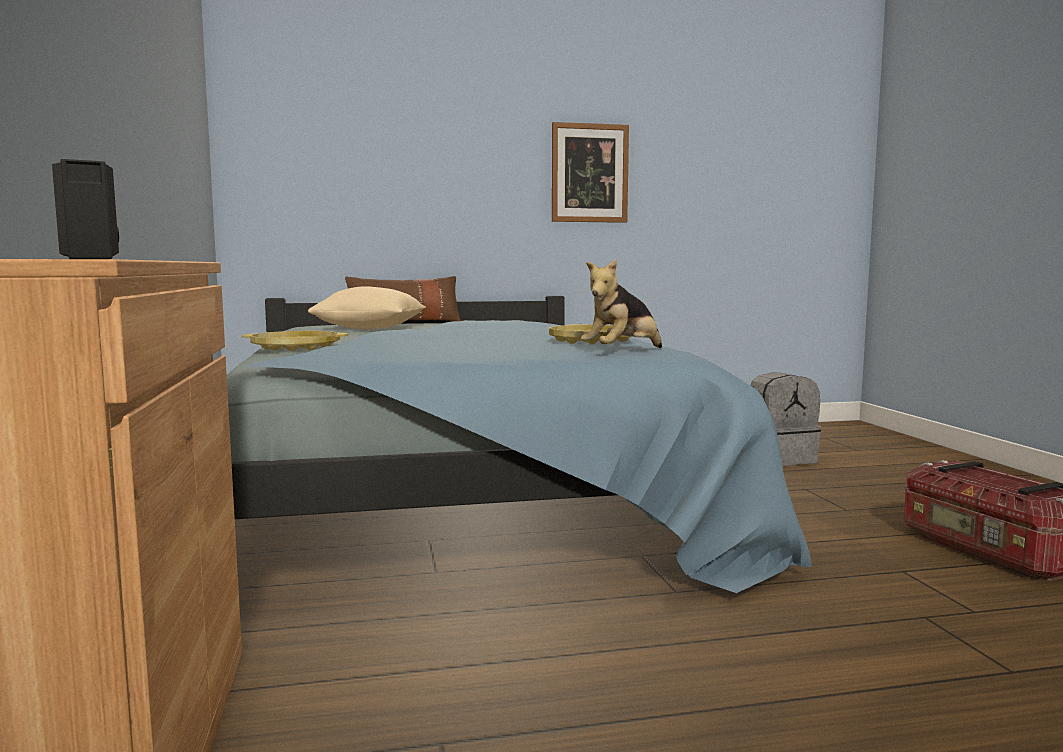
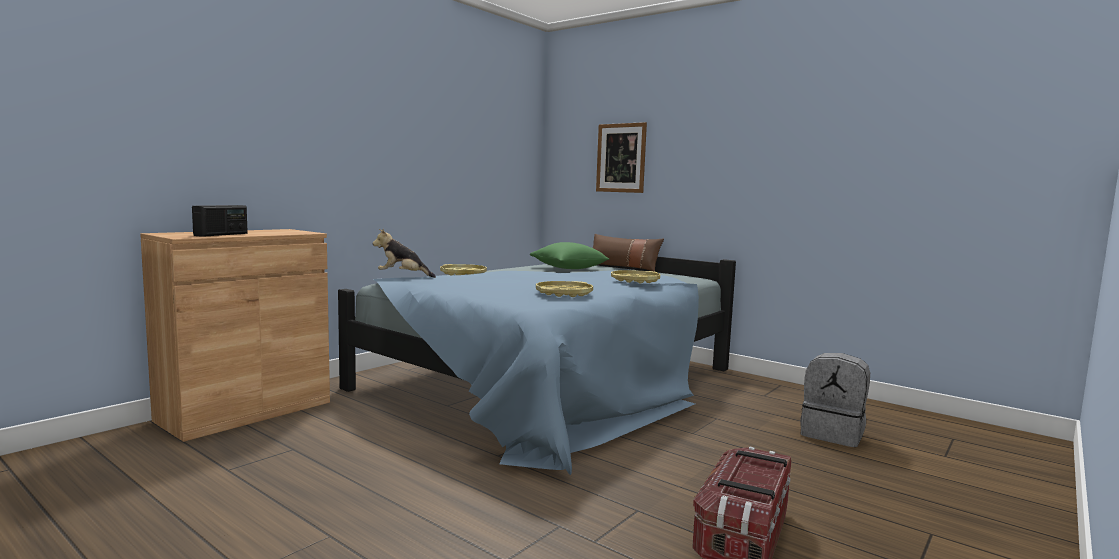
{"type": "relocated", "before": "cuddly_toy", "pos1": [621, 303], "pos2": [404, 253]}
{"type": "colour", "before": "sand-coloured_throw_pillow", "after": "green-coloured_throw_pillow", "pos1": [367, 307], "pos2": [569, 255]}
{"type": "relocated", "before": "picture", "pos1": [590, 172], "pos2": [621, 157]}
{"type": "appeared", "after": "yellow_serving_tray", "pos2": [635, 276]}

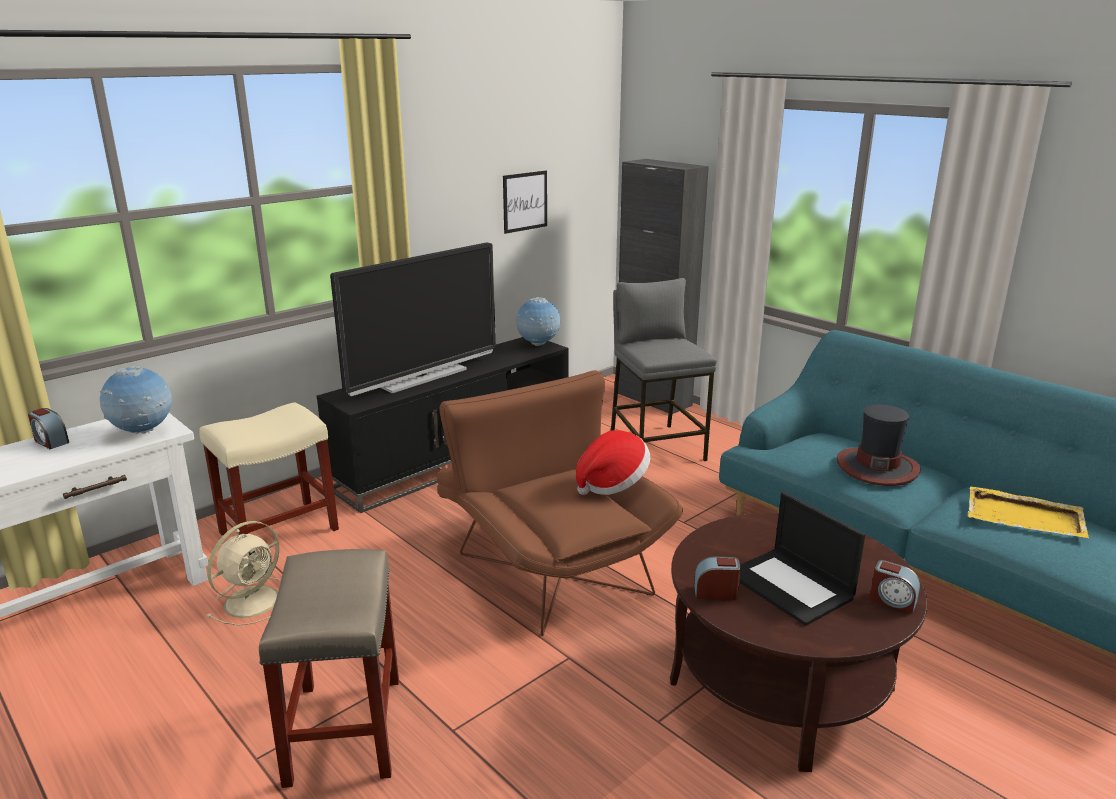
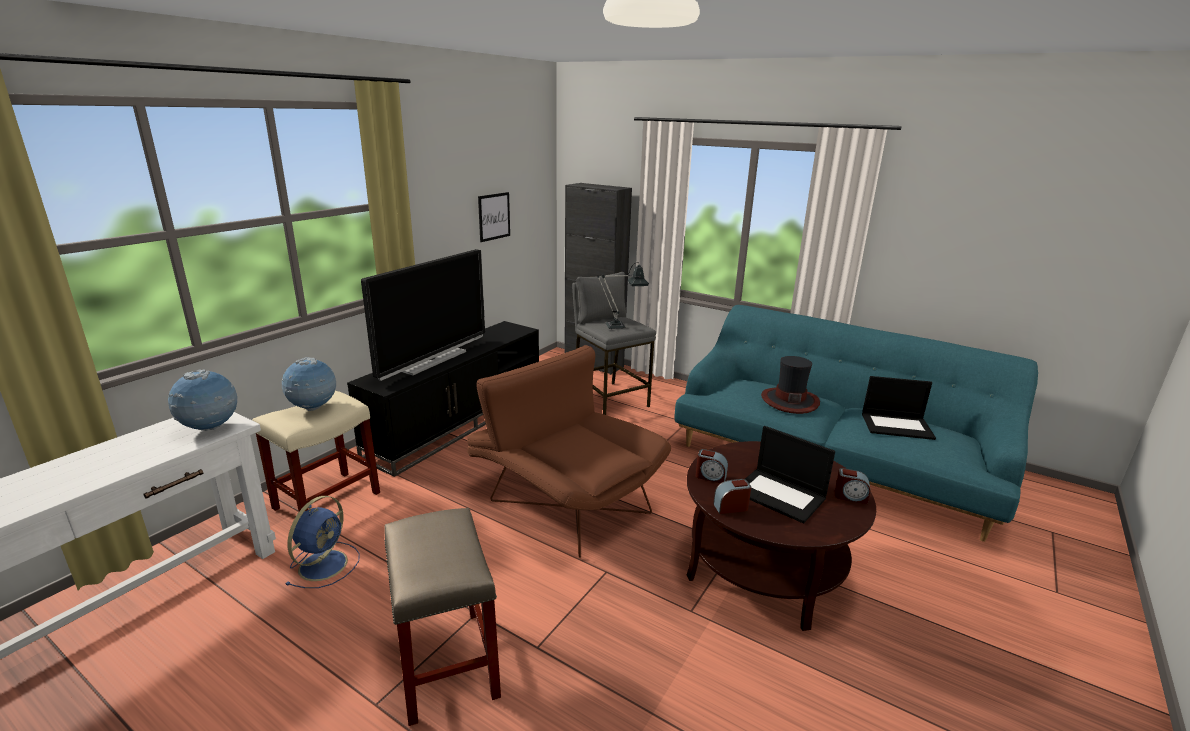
{"type": "relocated", "before": "world_globe", "pos1": [538, 321], "pos2": [309, 384]}
{"type": "colour", "before": "sand-coloured_fan", "after": "blue_fan", "pos1": [244, 573], "pos2": [322, 542]}
{"type": "appeared", "after": "table_lamp", "pos2": [623, 295]}
{"type": "relocated", "before": "alarm_clock", "pos1": [48, 428], "pos2": [712, 466]}
{"type": "exchanged", "before": "yellow_serving_tray", "after": "portable_computer", "pos1": [1028, 512], "pos2": [899, 408]}
{"type": "missing", "before": "hat", "pos1": [613, 462]}

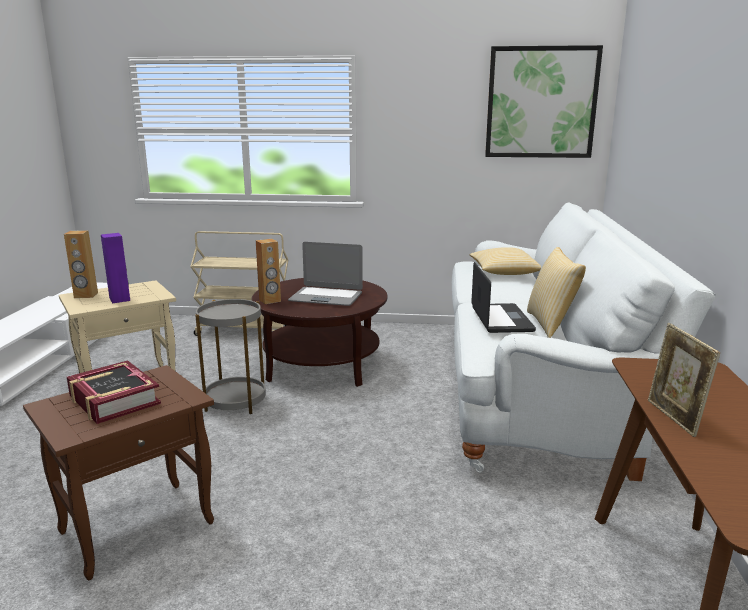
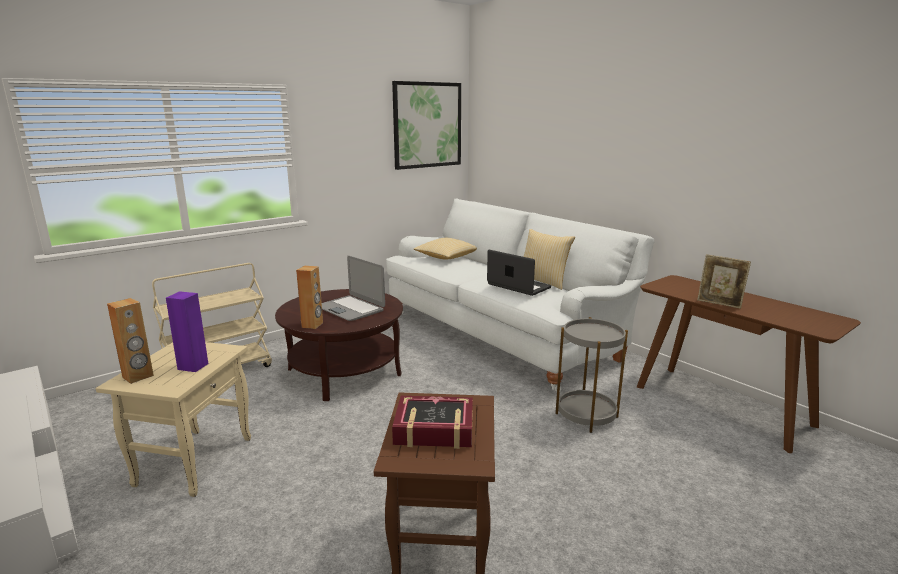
{"type": "spun", "before": "portable_computer", "pos1": [325, 274], "pos2": [353, 288], "turn": 75}
{"type": "relocated", "before": "gray_accent_table", "pos1": [230, 356], "pos2": [591, 375]}

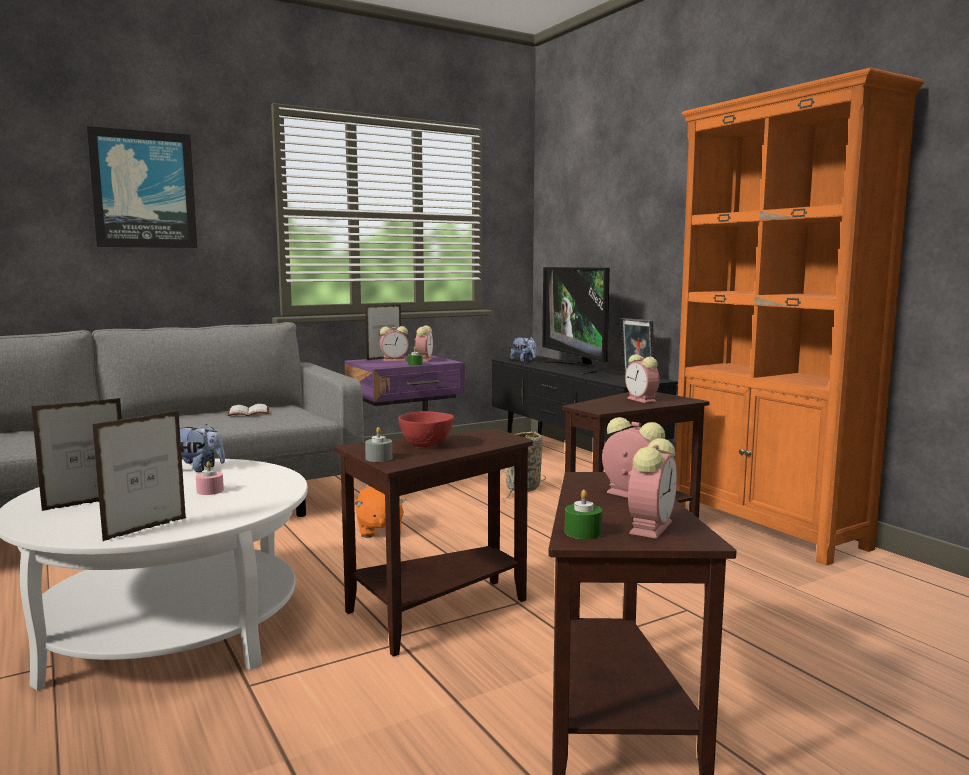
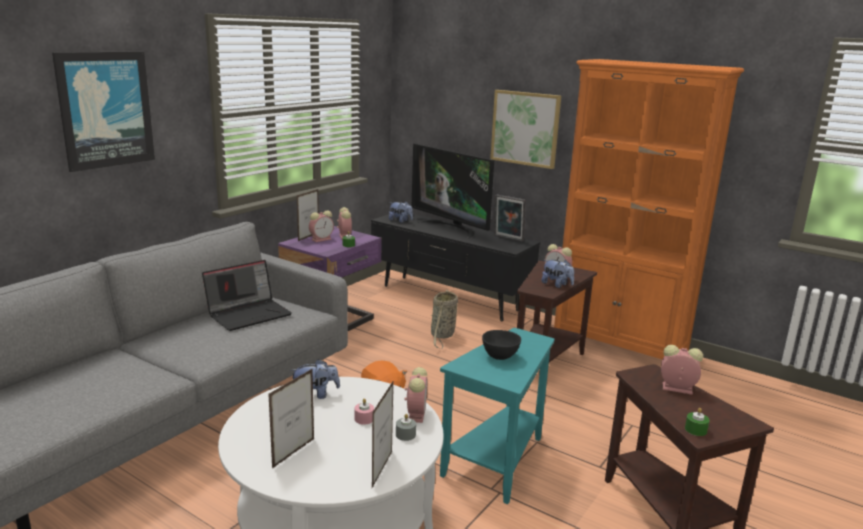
{"type": "exchanged", "before": "whitish_volume", "after": "portable_computer", "pos1": [248, 410], "pos2": [247, 295]}
{"type": "relocated", "before": "gray_candle", "pos1": [378, 444], "pos2": [406, 427]}
{"type": "relocated", "before": "alarm_clock", "pos1": [652, 488], "pos2": [415, 395]}
{"type": "colour", "before": "brown-coloured_accent_table", "after": "turquoise_accent_table", "pos1": [433, 543], "pos2": [497, 416]}
{"type": "colour", "before": "red_deep_dish", "after": "black_deep_dish", "pos1": [426, 429], "pos2": [501, 345]}
{"type": "appeared", "after": "picture", "pos2": [525, 129]}
{"type": "appeared", "after": "cuddly_toy", "pos2": [558, 274]}

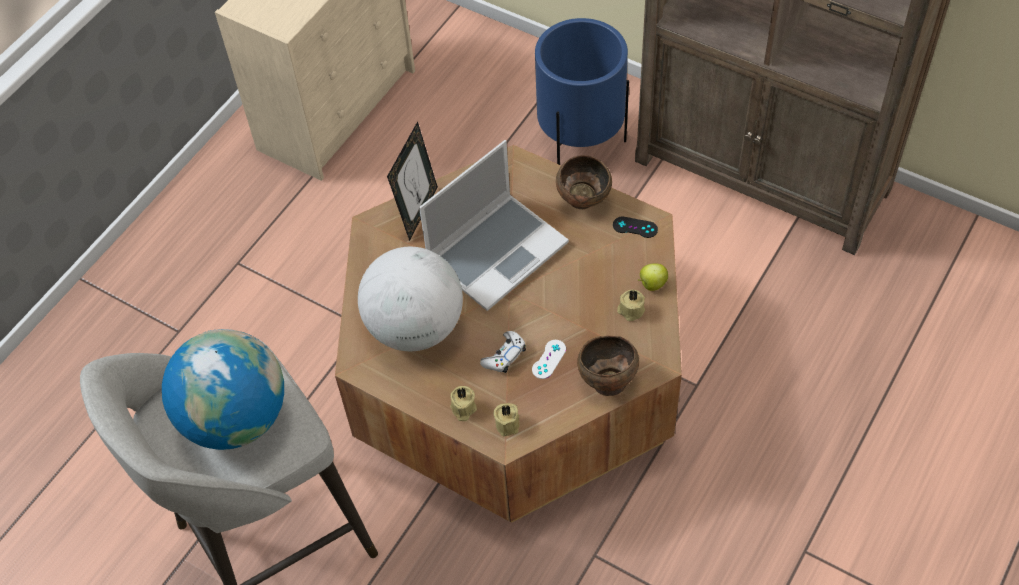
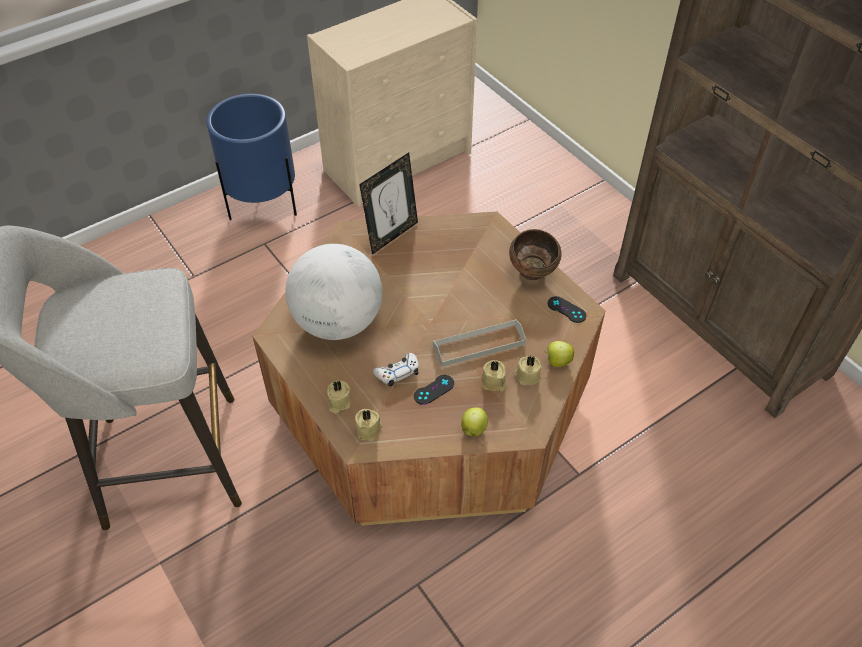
{"type": "relocated", "before": "blue_plant_pot", "pos1": [582, 91], "pos2": [251, 157]}
{"type": "colour", "before": "whitish_joypad", "after": "black_joypad", "pos1": [549, 359], "pos2": [434, 390]}
{"type": "appeared", "after": "gray_serving_tray", "pos2": [479, 343]}
{"type": "exchanged", "before": "brown-coloured_deep_dish", "after": "whole_apple", "pos1": [608, 366], "pos2": [474, 421]}
{"type": "appeared", "after": "sand-coloured_candle", "pos2": [494, 375]}
{"type": "missing", "before": "world_globe", "pos1": [223, 389]}
{"type": "missing", "before": "portable_computer", "pos1": [494, 225]}

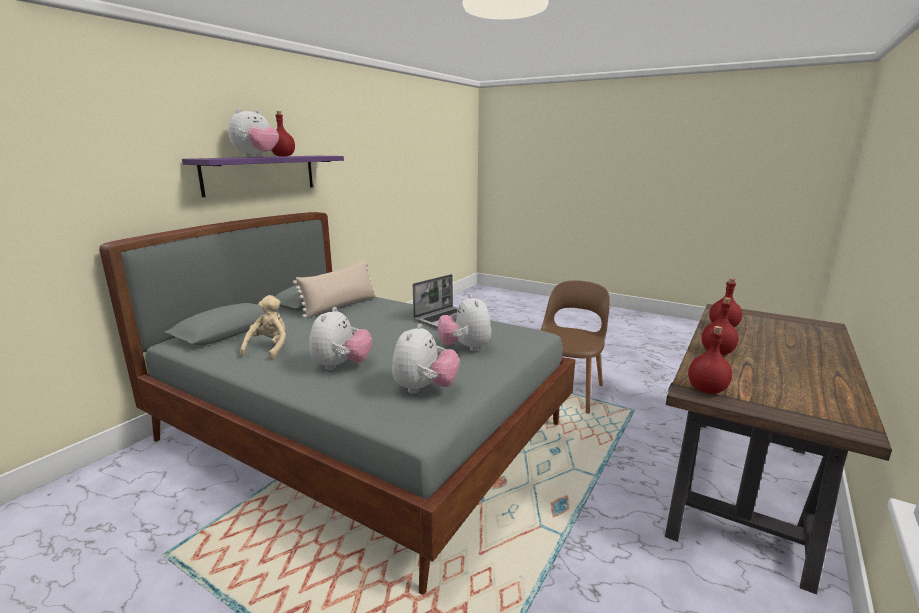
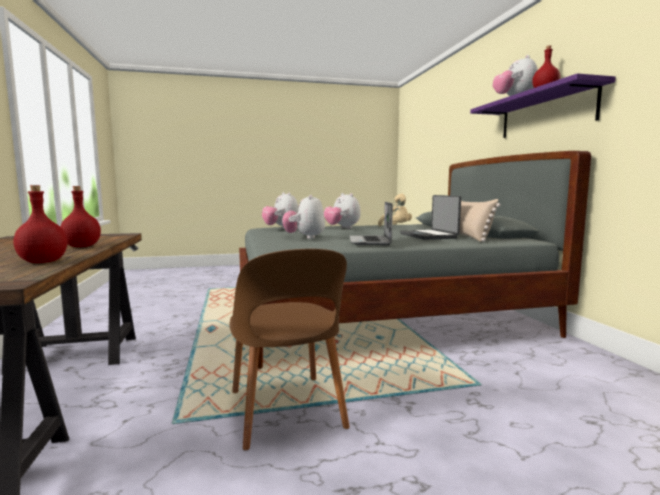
{"type": "spun", "before": "cuddly_toy", "pos1": [464, 323], "pos2": [303, 217], "turn": -120}
{"type": "appeared", "after": "portable_computer", "pos2": [430, 217]}
{"type": "missing", "before": "red_beverage_bottle", "pos1": [710, 360]}

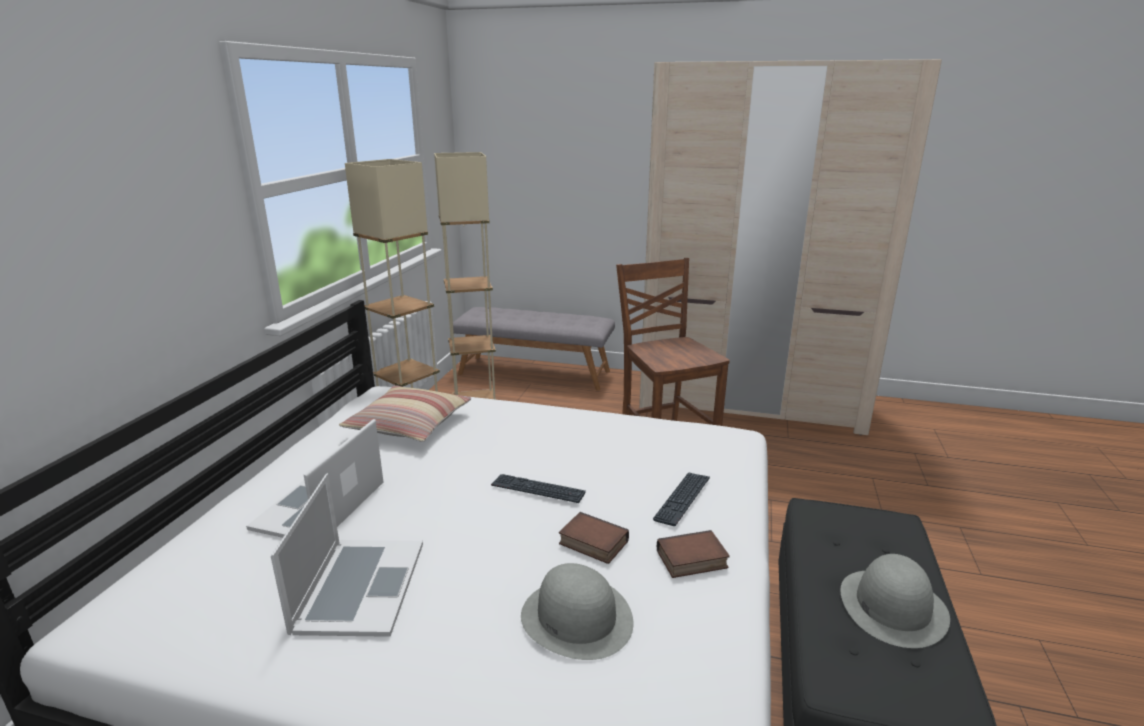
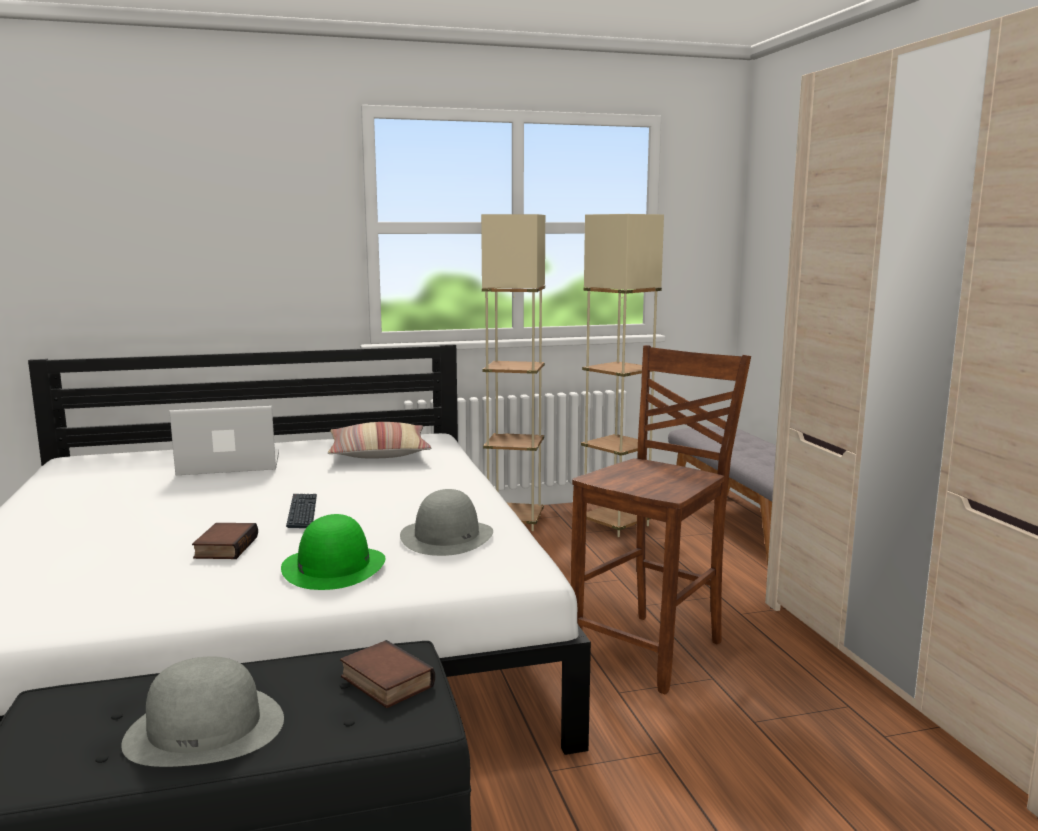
{"type": "exchanged", "before": "keyboard", "after": "green-coloured_hat", "pos1": [681, 499], "pos2": [333, 552]}
{"type": "relocated", "before": "volume", "pos1": [693, 554], "pos2": [387, 674]}
{"type": "relocated", "before": "gray_hat", "pos1": [577, 611], "pos2": [446, 522]}
{"type": "missing", "before": "portable_computer", "pos1": [347, 555]}

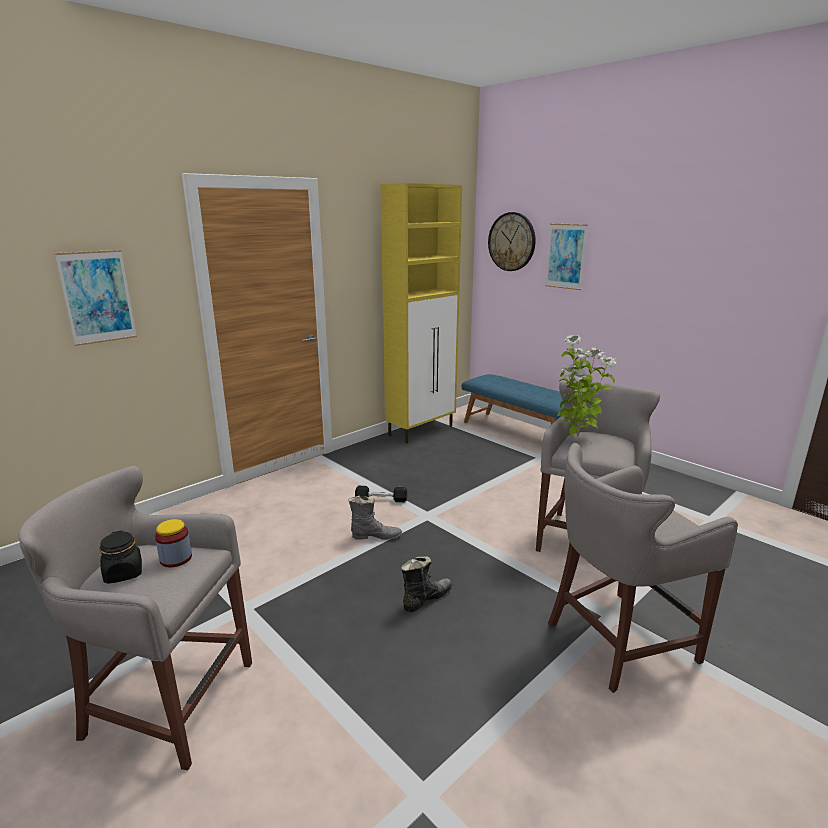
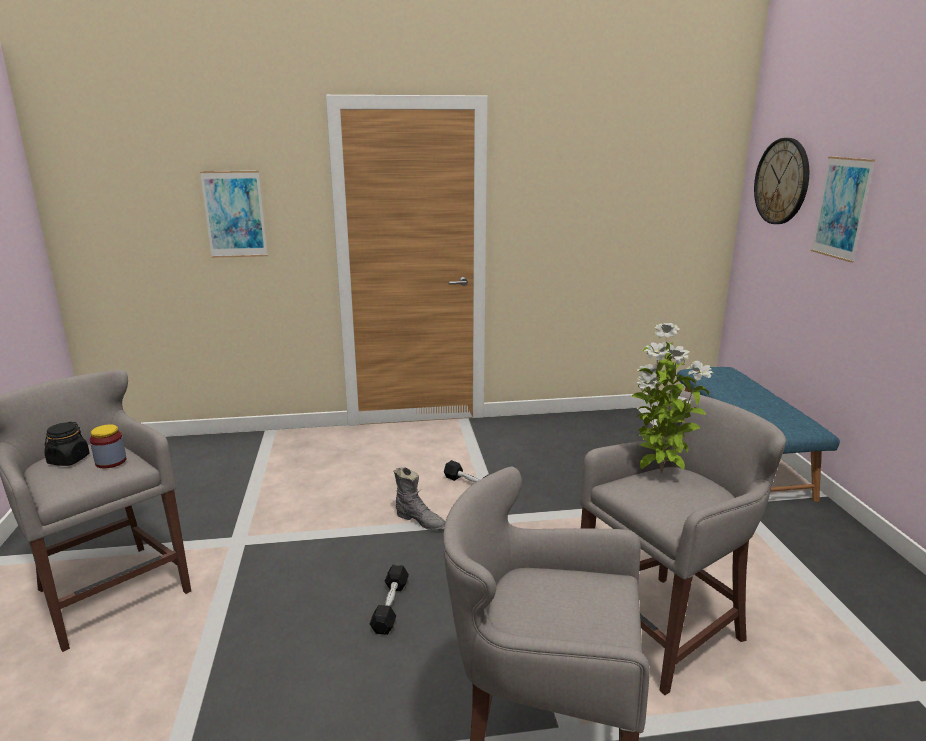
{"type": "exchanged", "before": "black_high-top_boot", "after": "black_dumbbell", "pos1": [426, 584], "pos2": [389, 600]}
{"type": "missing", "before": "yellow_cabinet", "pos1": [421, 313]}

